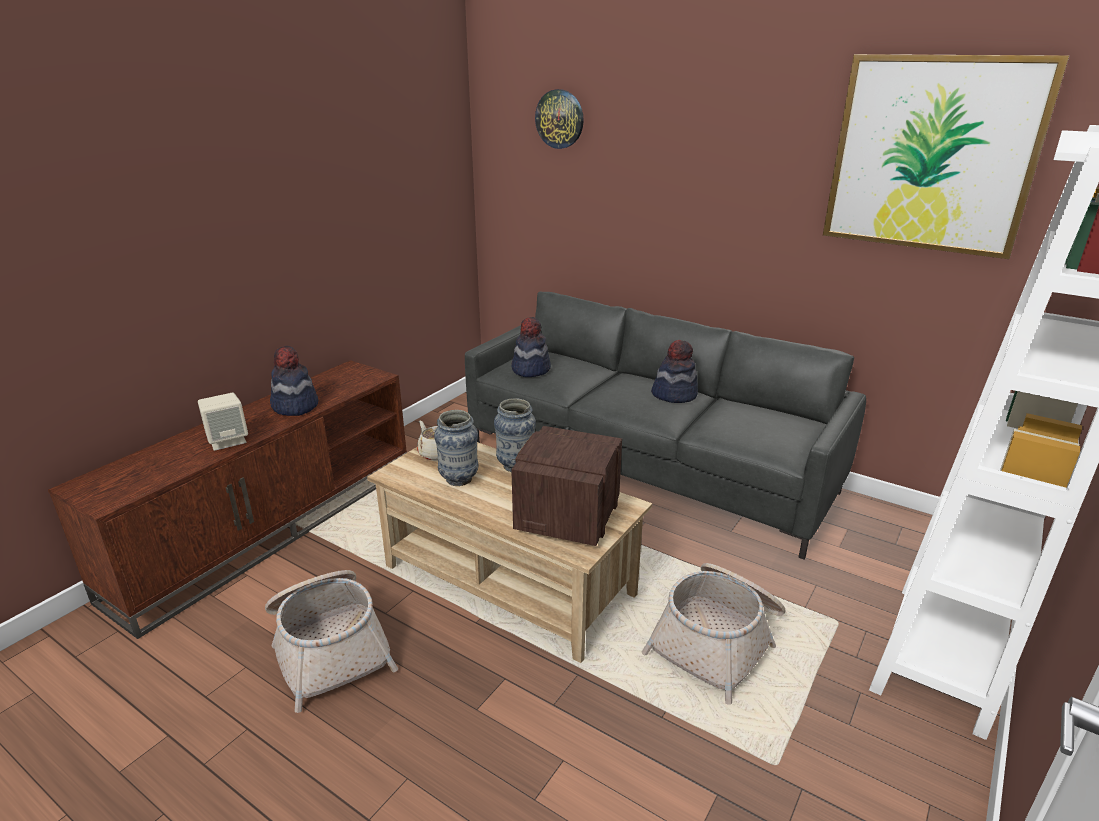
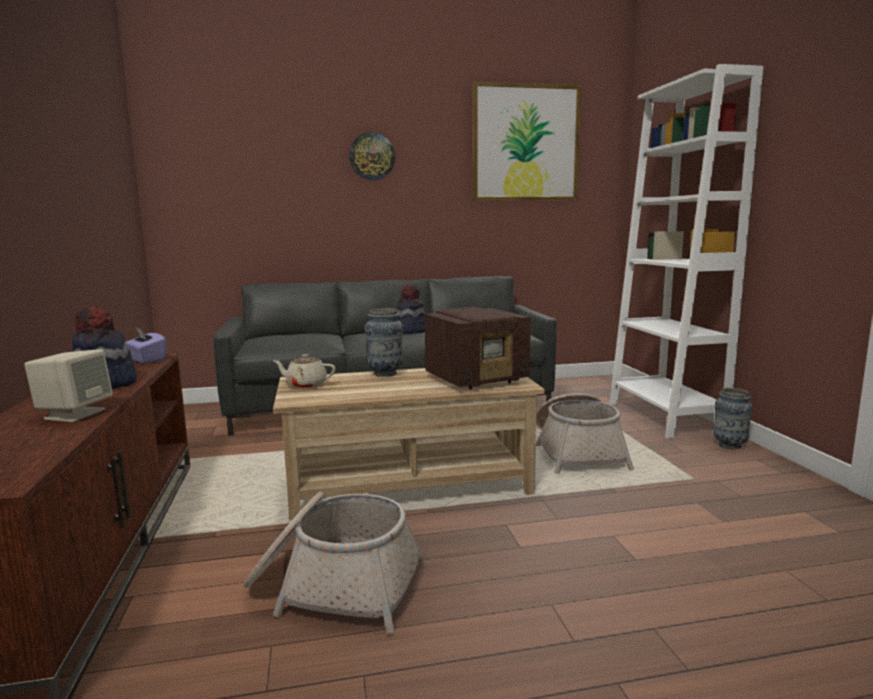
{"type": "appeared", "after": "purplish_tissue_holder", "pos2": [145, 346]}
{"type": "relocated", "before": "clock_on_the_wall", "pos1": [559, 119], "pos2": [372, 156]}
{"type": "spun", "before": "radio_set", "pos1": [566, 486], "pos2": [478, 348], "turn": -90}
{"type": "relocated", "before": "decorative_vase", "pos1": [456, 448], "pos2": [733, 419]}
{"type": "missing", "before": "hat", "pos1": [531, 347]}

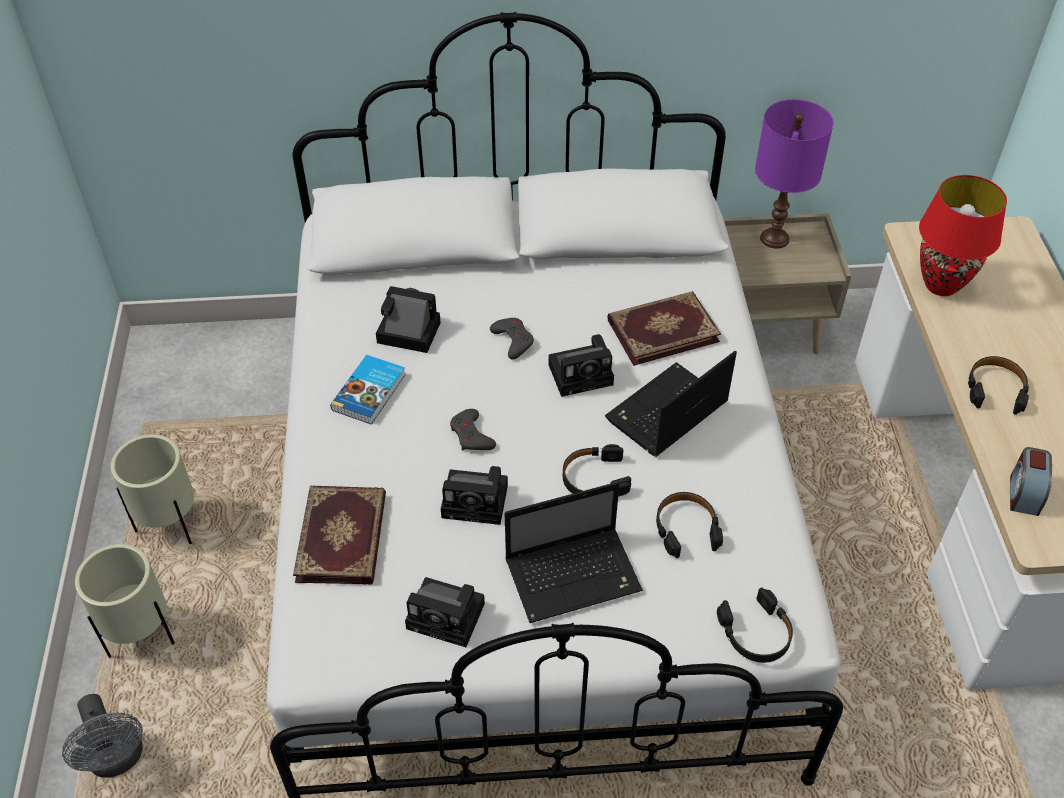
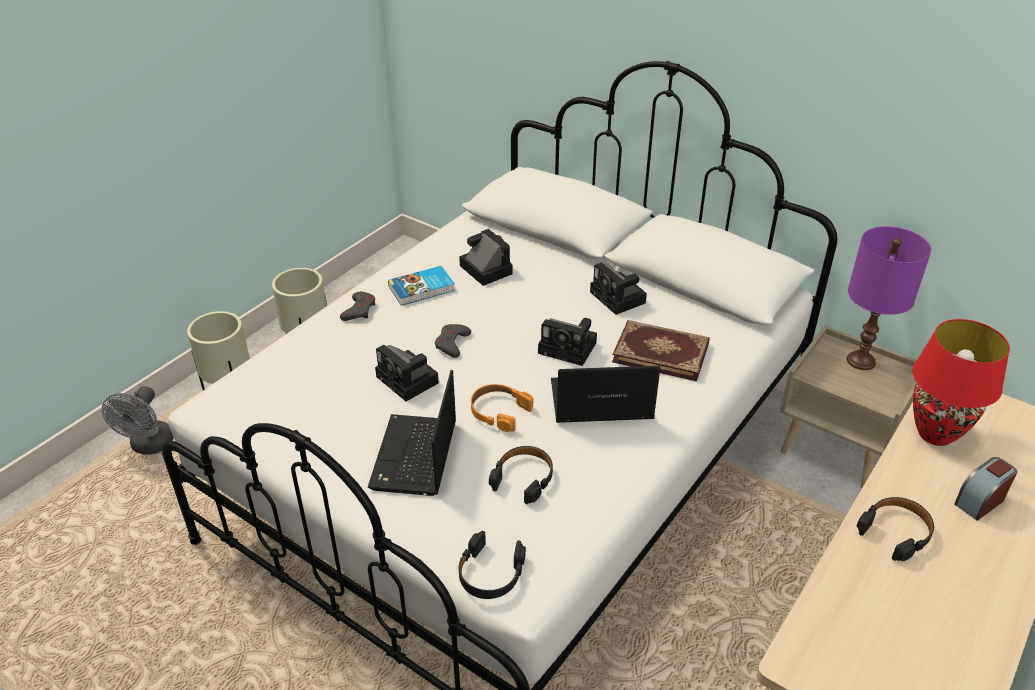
{"type": "relocated", "before": "gray_joypad", "pos1": [512, 339], "pos2": [357, 306]}
{"type": "spun", "before": "portable_computer", "pos1": [573, 552], "pos2": [412, 433], "turn": 75}
{"type": "colour", "before": "black_headphones", "after": "orangey_headphones", "pos1": [597, 470], "pos2": [502, 408]}
{"type": "relocated", "before": "photo_camera", "pos1": [445, 612], "pos2": [618, 288]}
{"type": "relocated", "before": "alarm_clock", "pos1": [1031, 481], "pos2": [985, 489]}
{"type": "missing", "before": "volume", "pos1": [339, 535]}

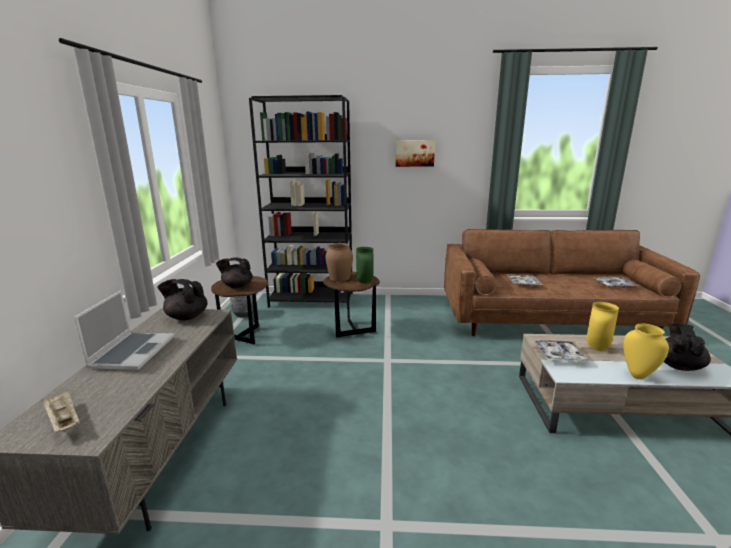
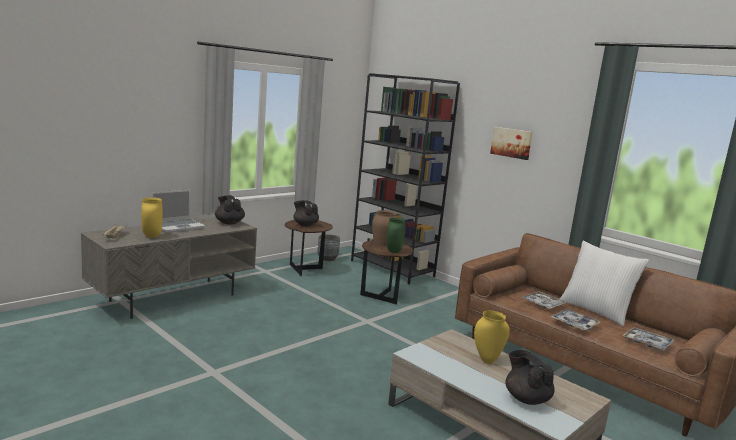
{"type": "relocated", "before": "yellow_decorative_vase", "pos1": [646, 351], "pos2": [152, 217]}
{"type": "spun", "before": "black_pot_for_tea", "pos1": [687, 347], "pos2": [530, 377], "turn": -90}
{"type": "relocated", "before": "serving_tray", "pos1": [562, 351], "pos2": [576, 320]}
{"type": "appeared", "after": "whitish_throw_pillow", "pos2": [604, 283]}

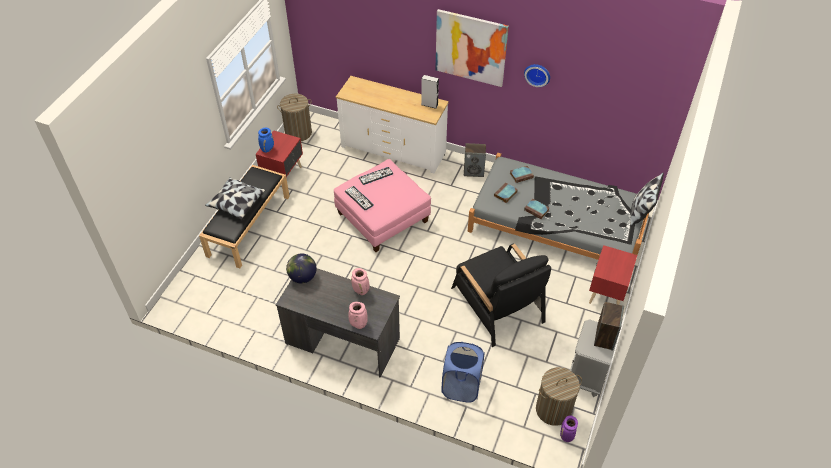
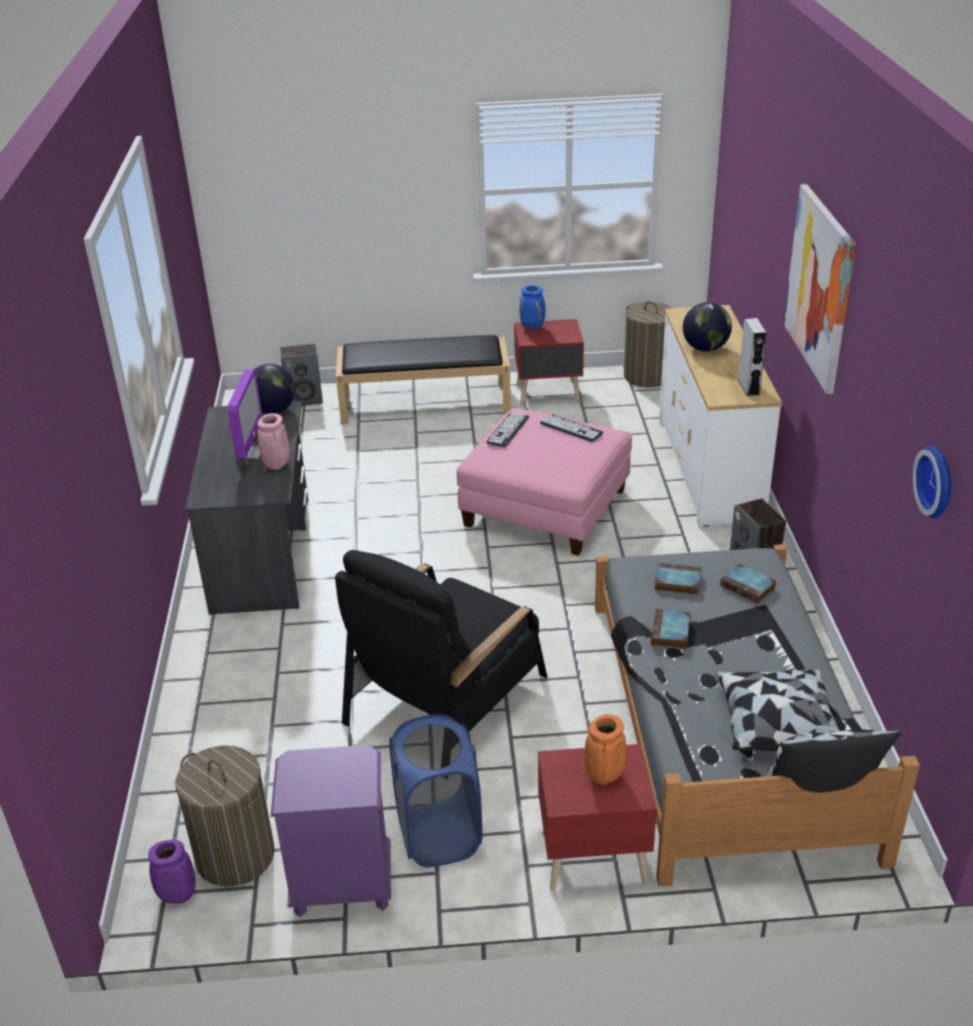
{"type": "appeared", "after": "monitor", "pos2": [244, 414]}
{"type": "colour", "before": "gray_nightstand", "after": "purplish_nightstand", "pos1": [594, 358], "pos2": [330, 831]}
{"type": "relocated", "before": "speaker", "pos1": [609, 326], "pos2": [301, 375]}
{"type": "relocated", "before": "blue_hamper", "pos1": [463, 372], "pos2": [436, 790]}
{"type": "appeared", "after": "orangey_decorative_vase", "pos2": [605, 749]}
{"type": "appeared", "after": "world_globe", "pos2": [707, 327]}
{"type": "relocated", "before": "throw_pillow", "pos1": [235, 198], "pos2": [778, 710]}
{"type": "relocated", "before": "clock_on_the_wall", "pos1": [537, 75], "pos2": [931, 482]}
{"type": "missing", "before": "pinkish_decorative_vase", "pos1": [358, 315]}

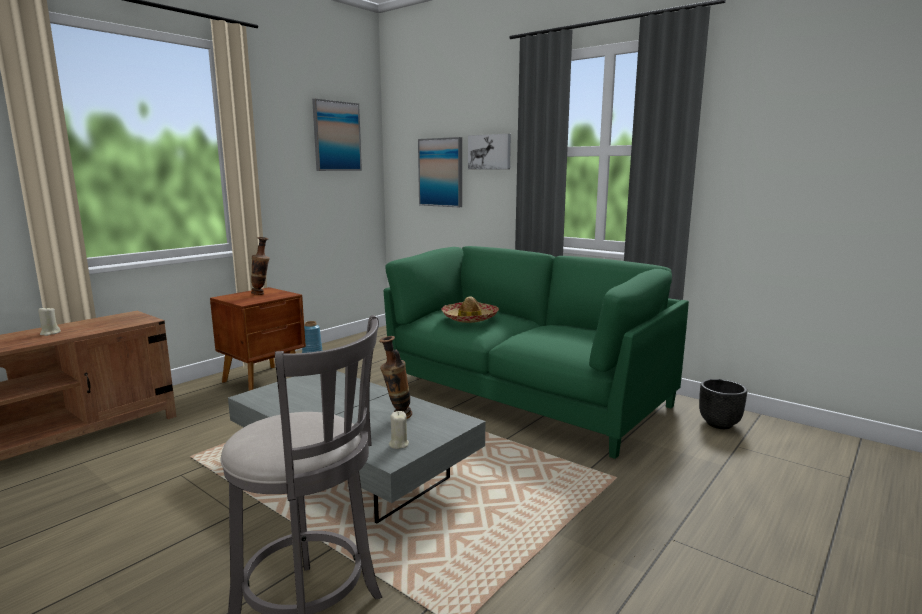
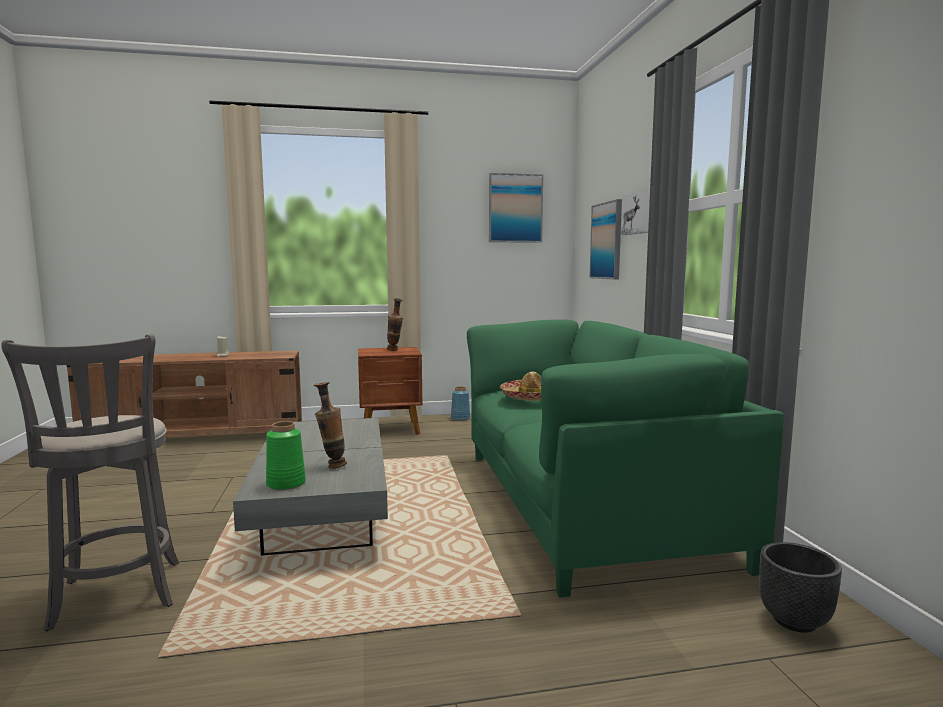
{"type": "exchanged", "before": "sand-coloured_candle", "after": "green-coloured_decorative_vase", "pos1": [399, 430], "pos2": [286, 455]}

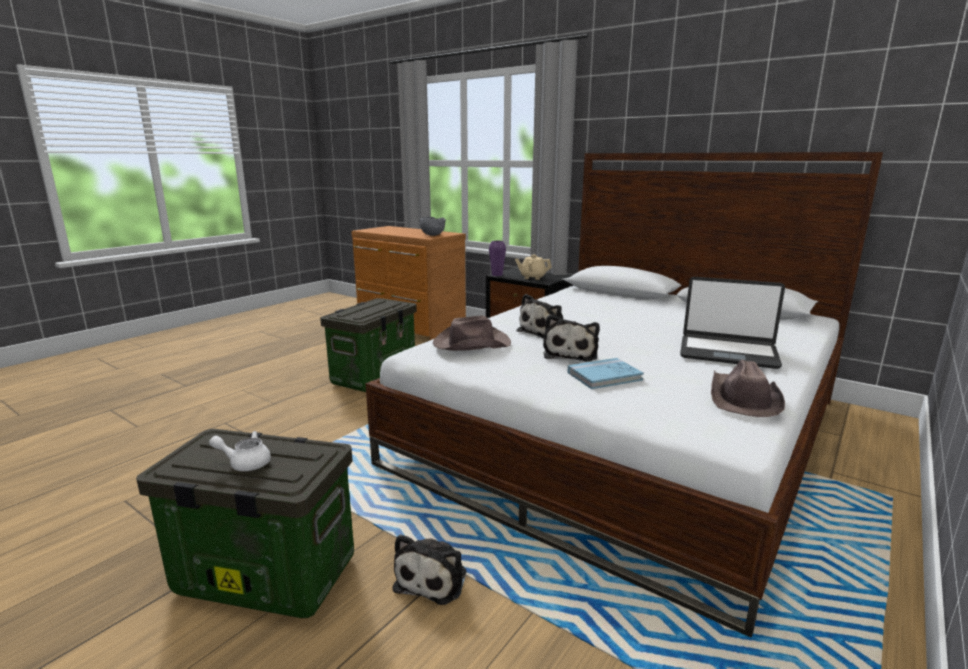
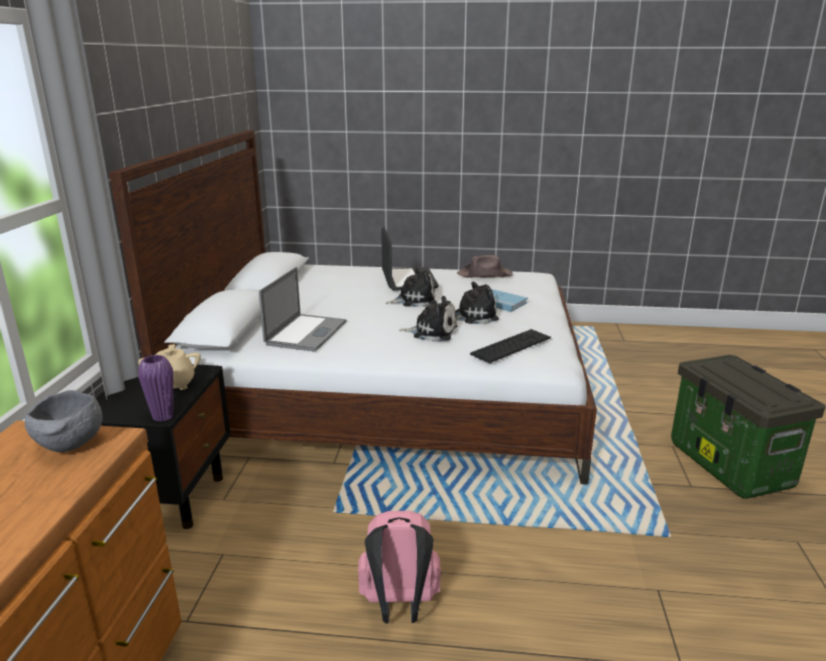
{"type": "appeared", "after": "portable_computer", "pos2": [303, 309]}
{"type": "exchanged", "before": "storage_box", "after": "pinkish_rucksack", "pos1": [368, 345], "pos2": [399, 567]}
{"type": "relocated", "before": "cuddly_toy", "pos1": [429, 569], "pos2": [411, 287]}
{"type": "exchanged", "before": "brown-coloured_hat", "after": "keyboard", "pos1": [472, 333], "pos2": [510, 346]}
{"type": "missing", "before": "whitish_pot_for_tea", "pos1": [240, 451]}

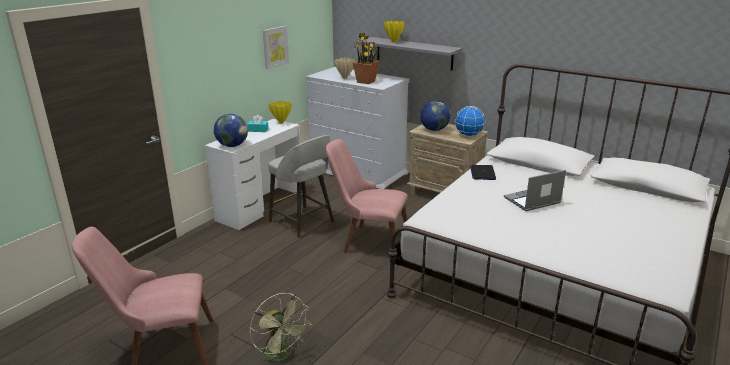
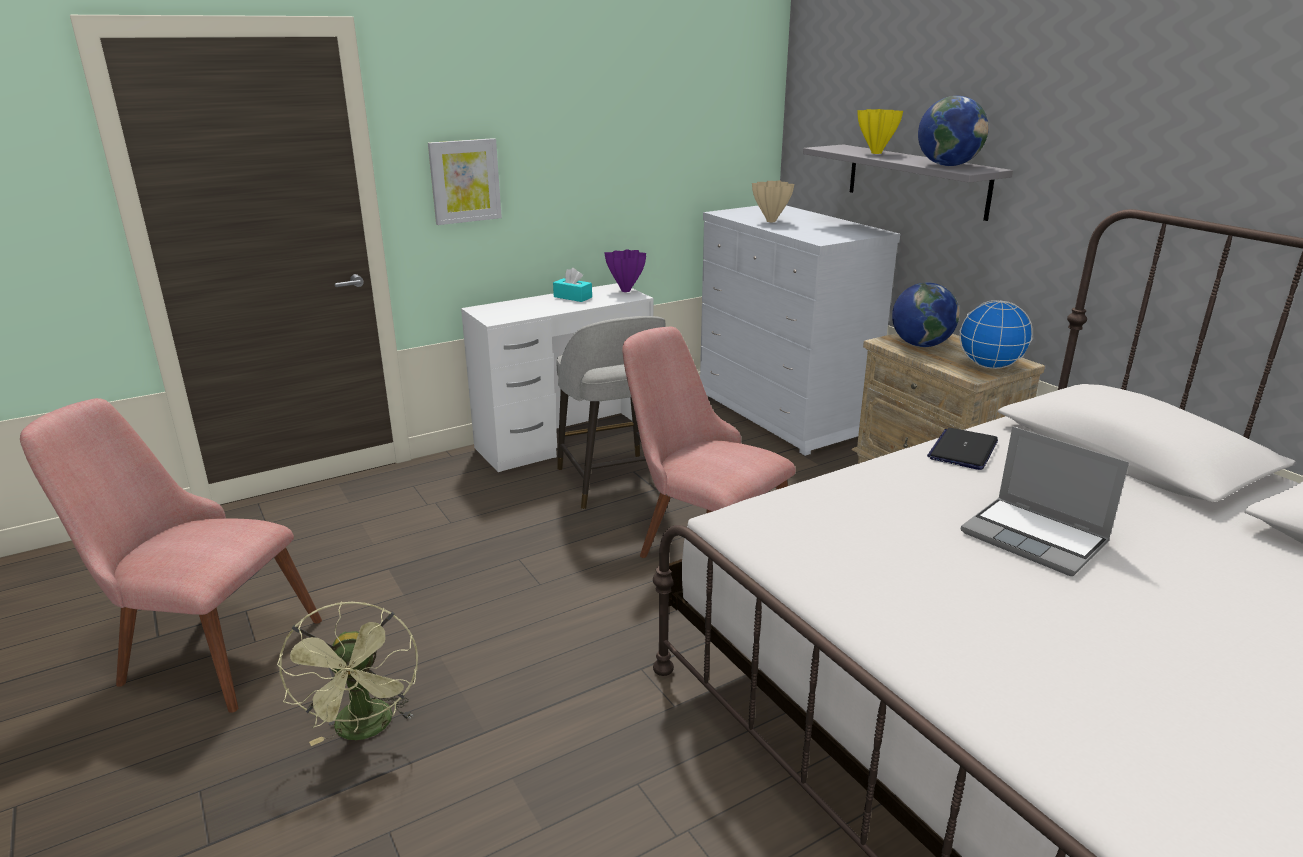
{"type": "relocated", "before": "picture", "pos1": [276, 47], "pos2": [465, 181]}
{"type": "colour", "before": "yellow_decorative_vase", "after": "purplish_decorative_vase", "pos1": [280, 112], "pos2": [625, 270]}
{"type": "relocated", "before": "world_globe", "pos1": [231, 130], "pos2": [953, 131]}
{"type": "spun", "before": "portable_computer", "pos1": [535, 190], "pos2": [1045, 501], "turn": -135}
{"type": "missing", "before": "houseplant", "pos1": [366, 58]}

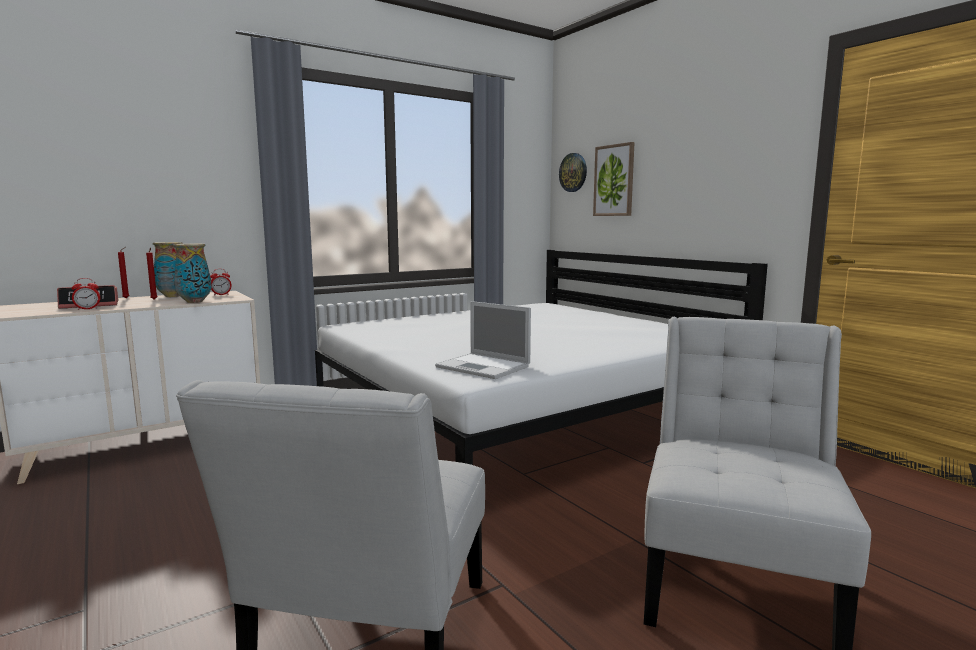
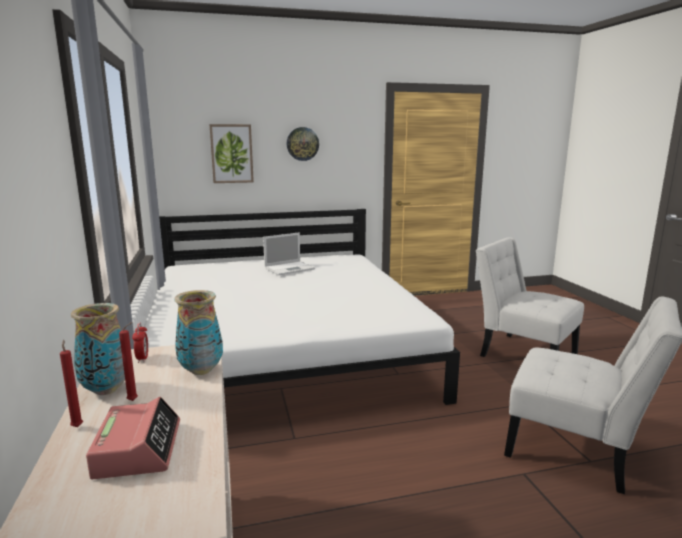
{"type": "relocated", "before": "portable_computer", "pos1": [483, 340], "pos2": [289, 254]}
{"type": "relocated", "before": "clock_on_the_wall", "pos1": [573, 172], "pos2": [303, 144]}
{"type": "missing", "before": "alarm_clock", "pos1": [86, 294]}

